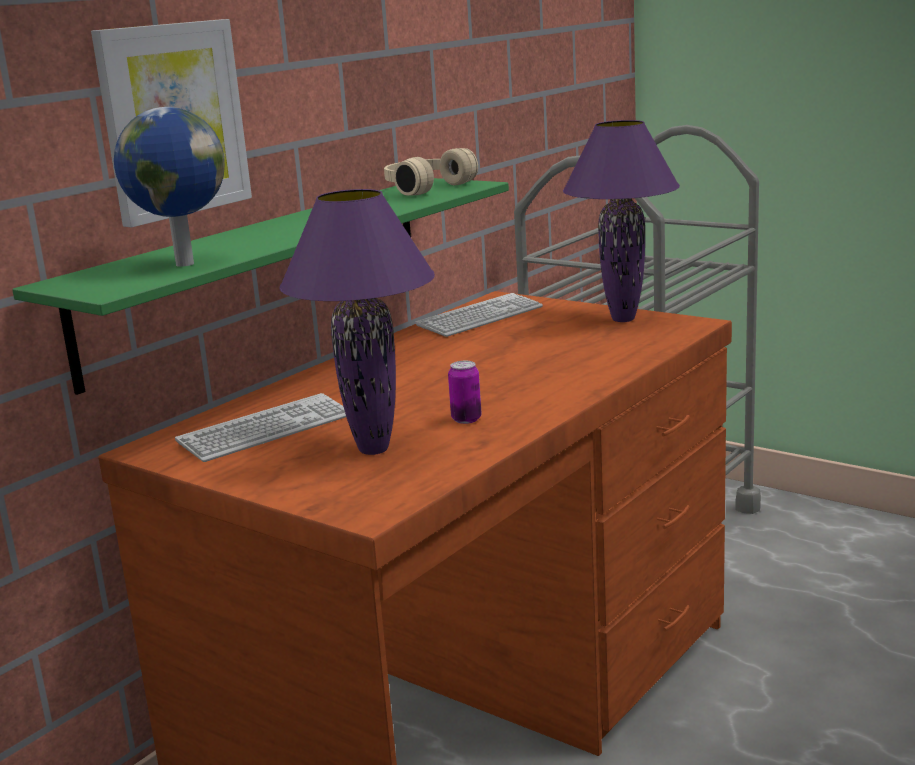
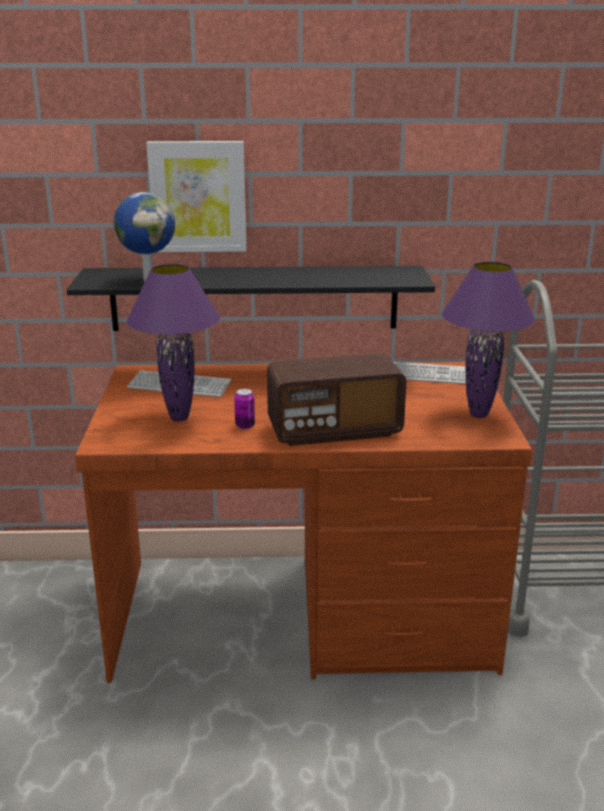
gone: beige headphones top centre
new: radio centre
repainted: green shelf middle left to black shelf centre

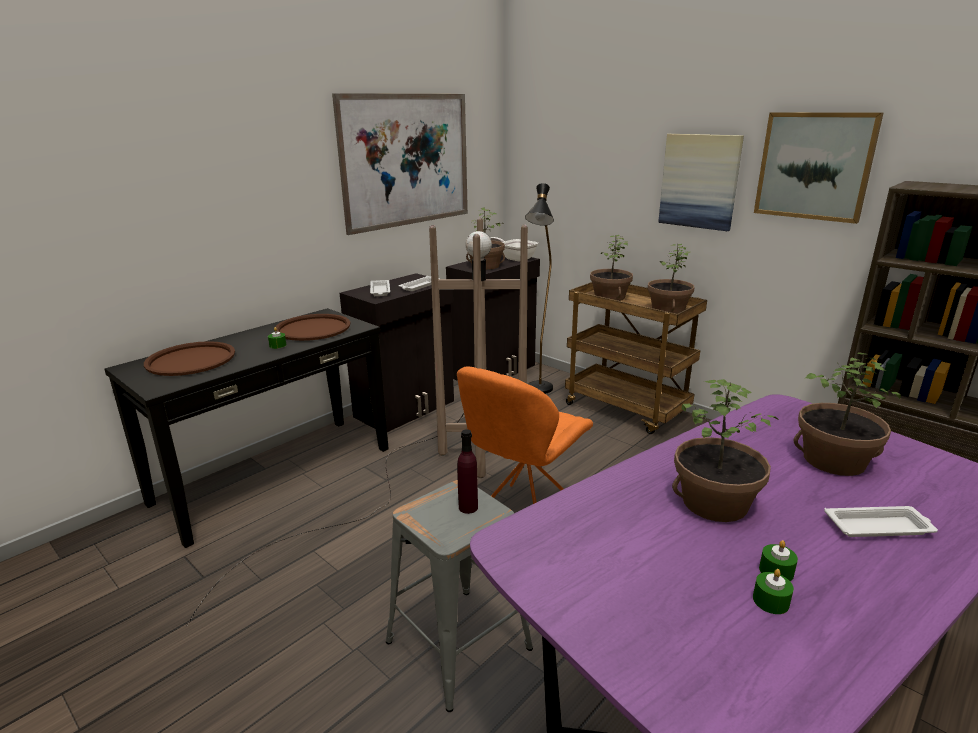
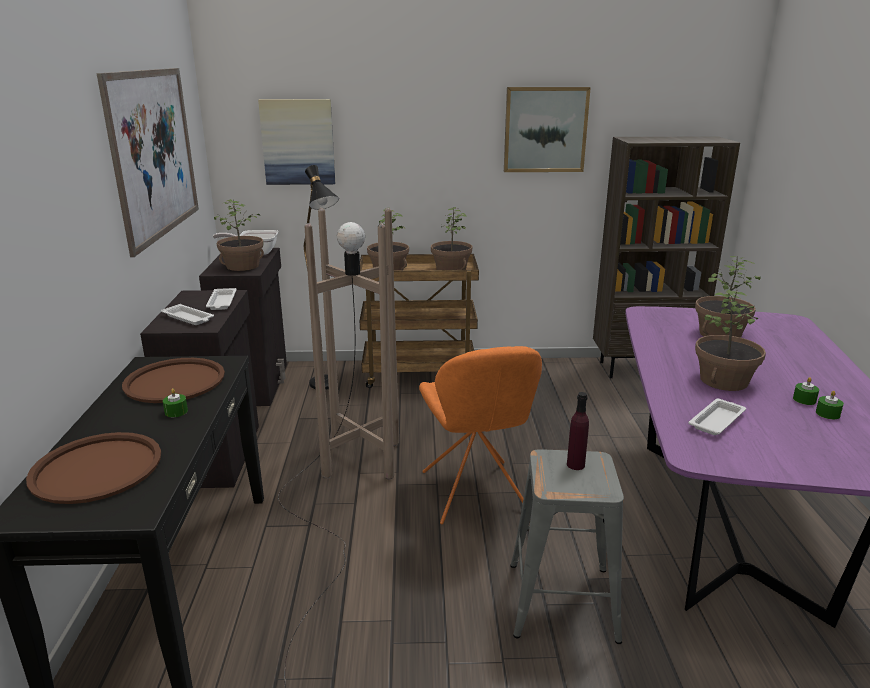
shifted: picture (no. 2 from left) top right to top centre; white tray (no. 3 from left) bottom right to middle right

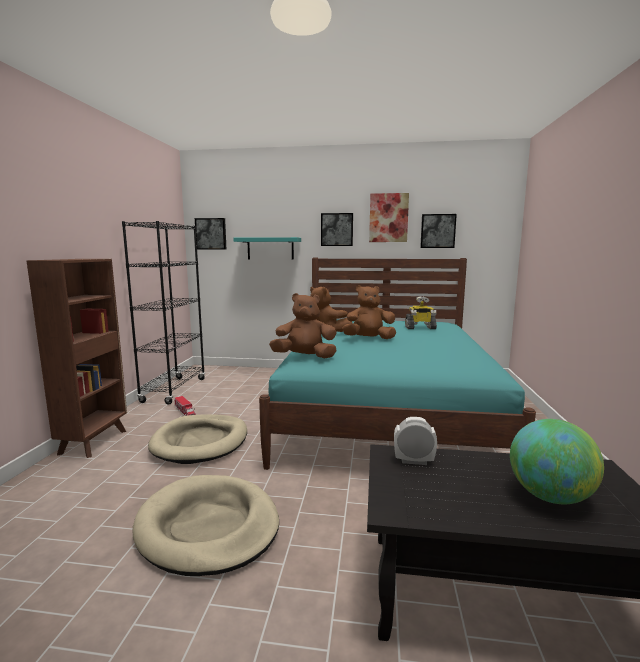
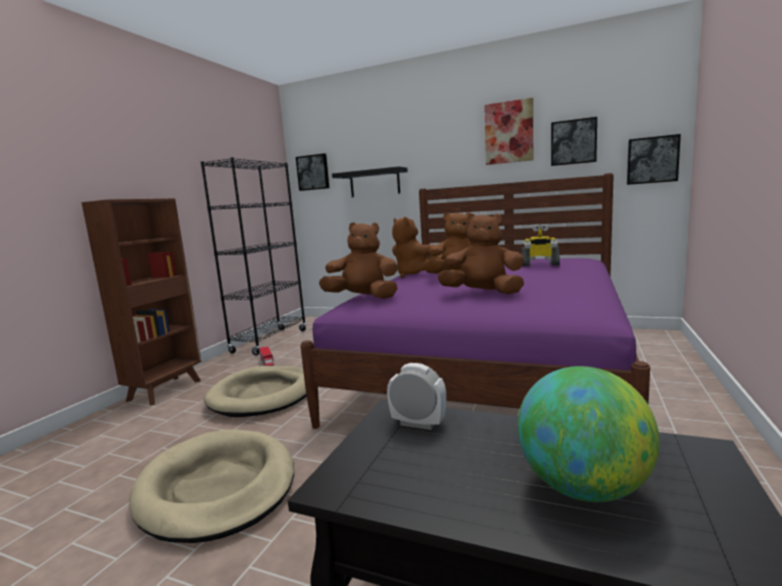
new: brown plush toy (no. 4 from left) centre
shifted: picture (no. 2 from left in the first image) centre to picture (no. 4 from left) top right
repainted: turquoise bed centre to purple bed centre; turquoise shelf centre to black shelf top centre

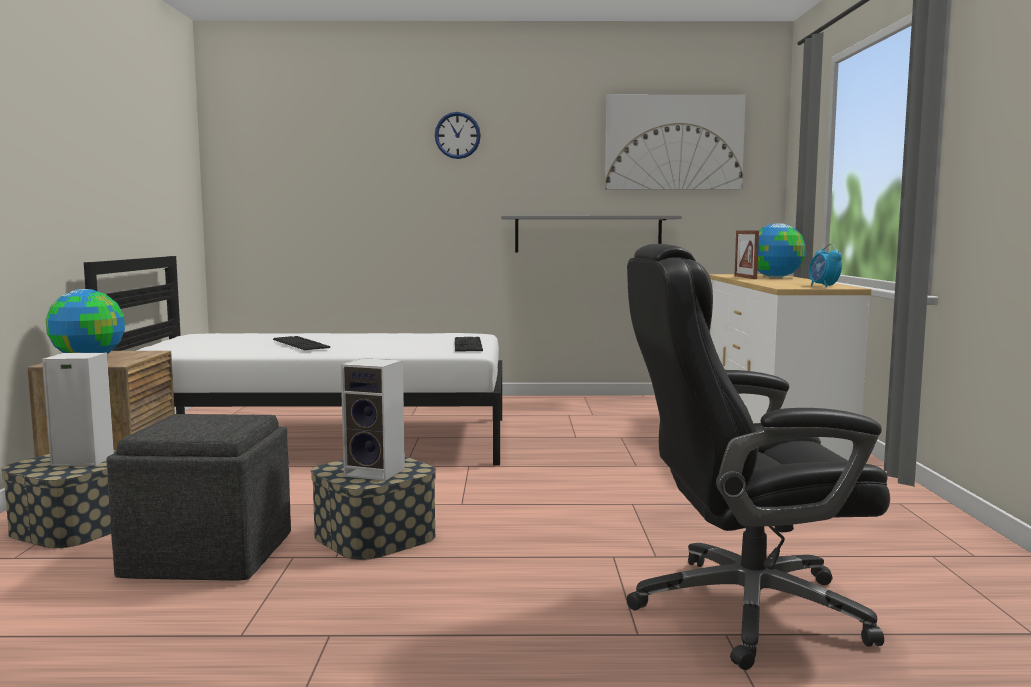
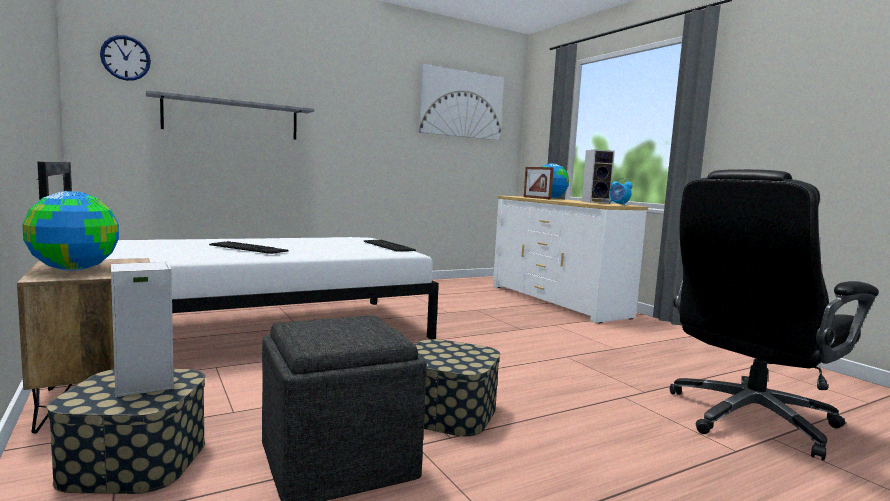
shifted: wall clock top centre to top left; grey shelf centre to top left; speaker (no. 2 from left) centre to middle right

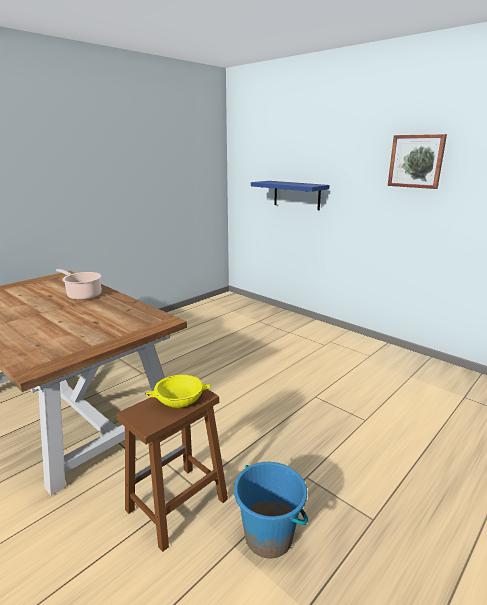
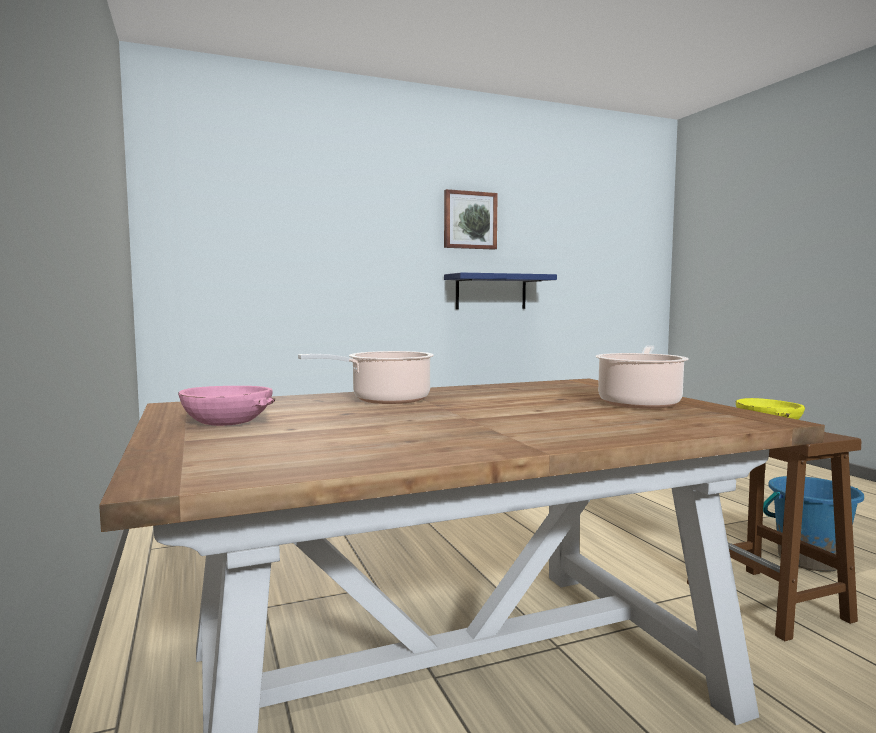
new: pink bowl middle left; cooking pot (no. 2 from left) middle right
shifted: blue shelf top centre to centre

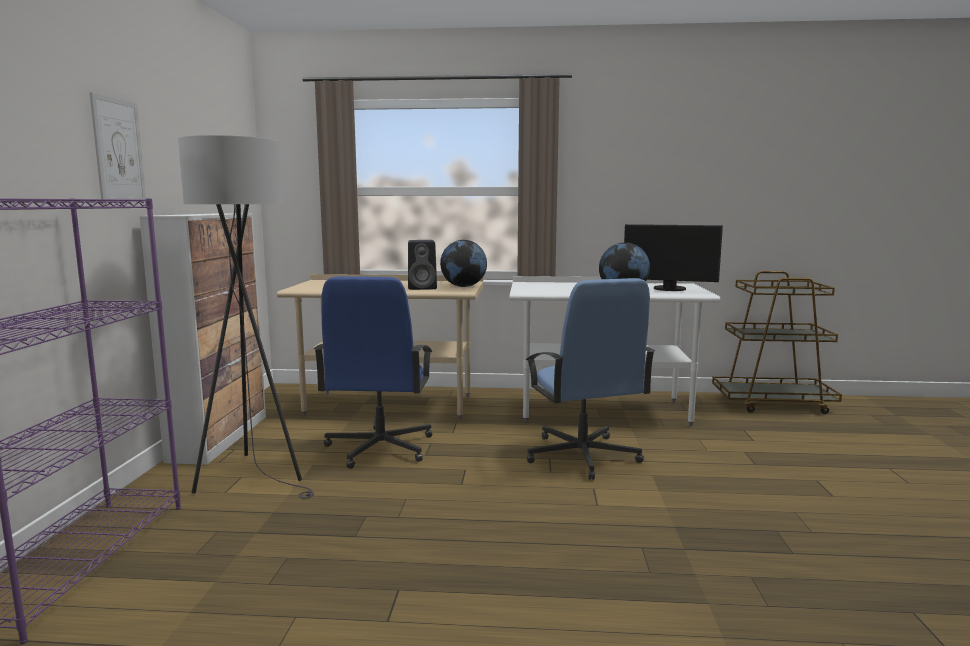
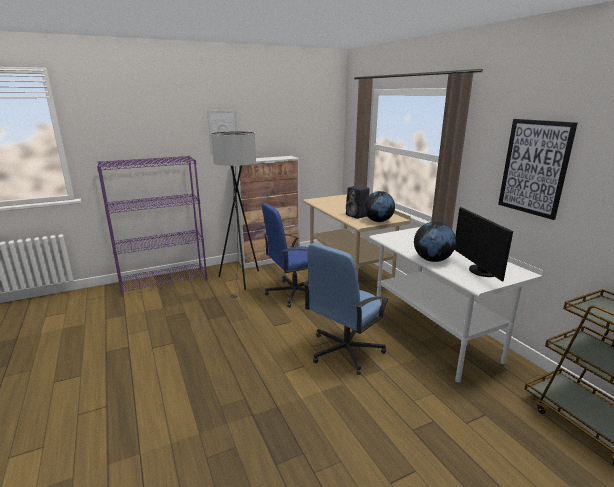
new: picture (no. 2 from left) middle right

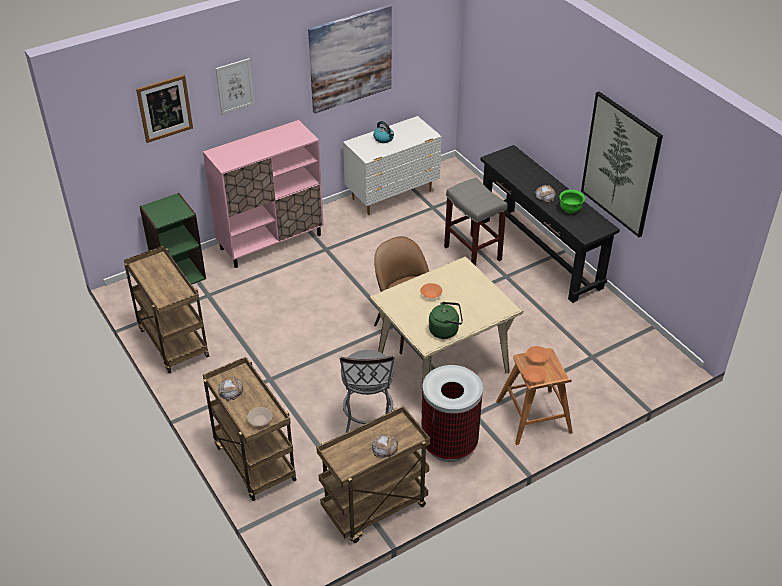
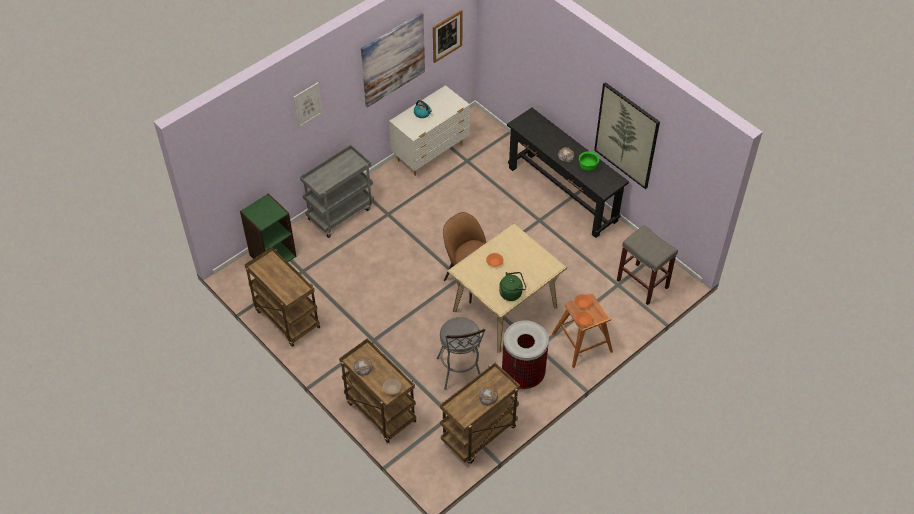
shifted: picture (no. 1 from left in the first image) top left to picture (no. 3 from left) top centre; grey stool (no. 2 from left) centre to middle right
swapped: pink cabinet top centre to grey cart centre

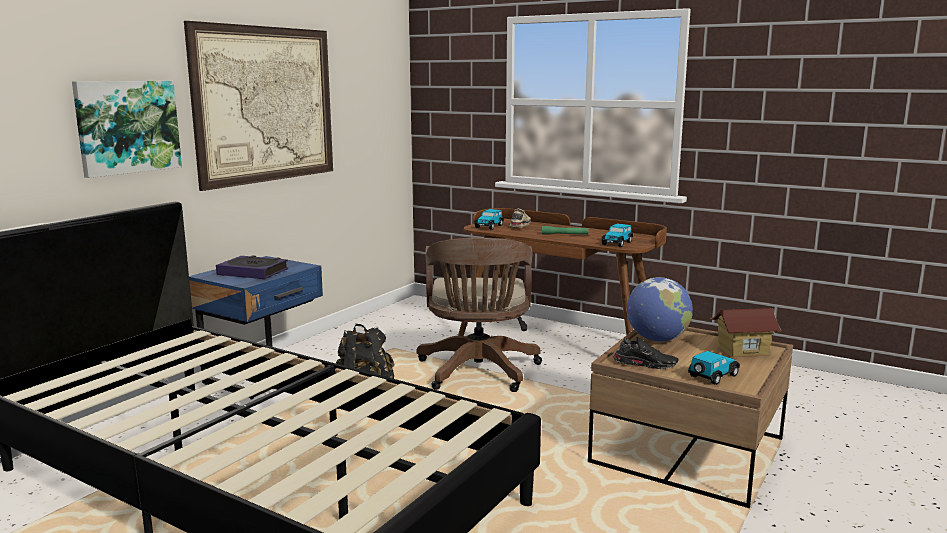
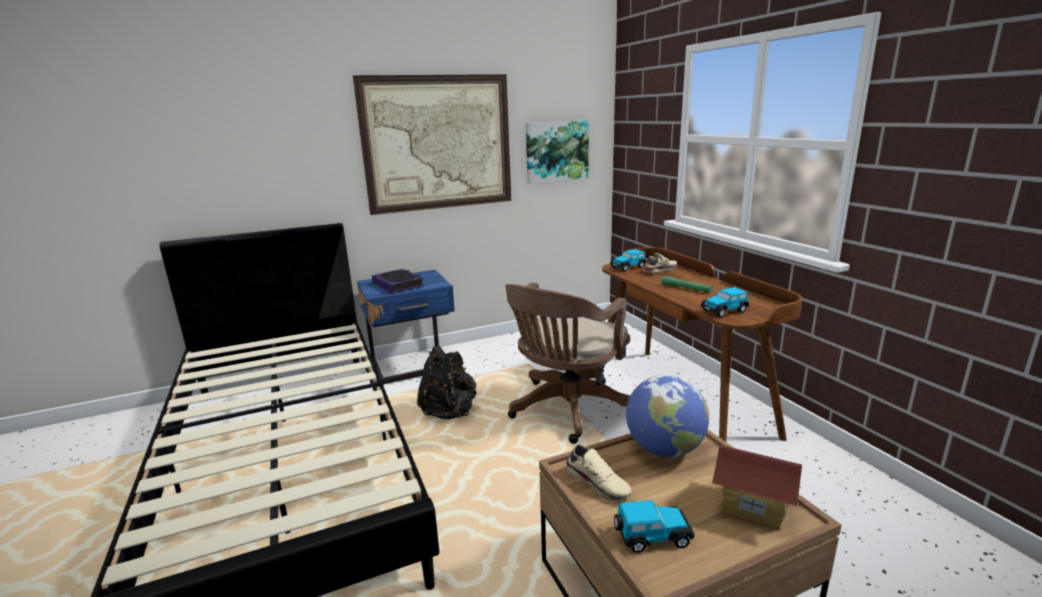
shifted: picture (no. 1 from left in the first image) top left to picture (no. 2 from left) top centre
repainted: black shoe middle right to beige shoe (no. 1 from left) bottom centre

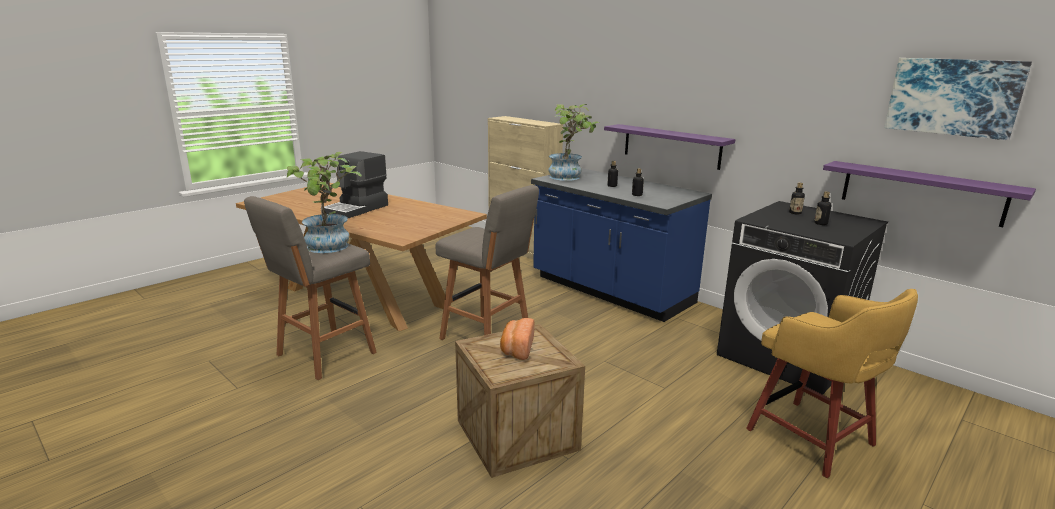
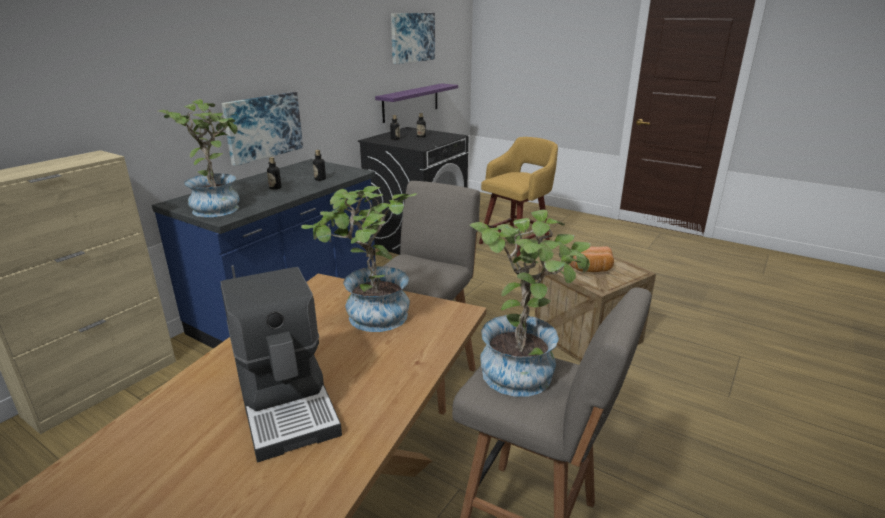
new: potted plant (no. 2 from left) centre
swapped: purple shelf (no. 1 from left) top centre to picture (no. 1 from left) top left
rotated: coffee machine centre = bottom left 45 degrees clockwise

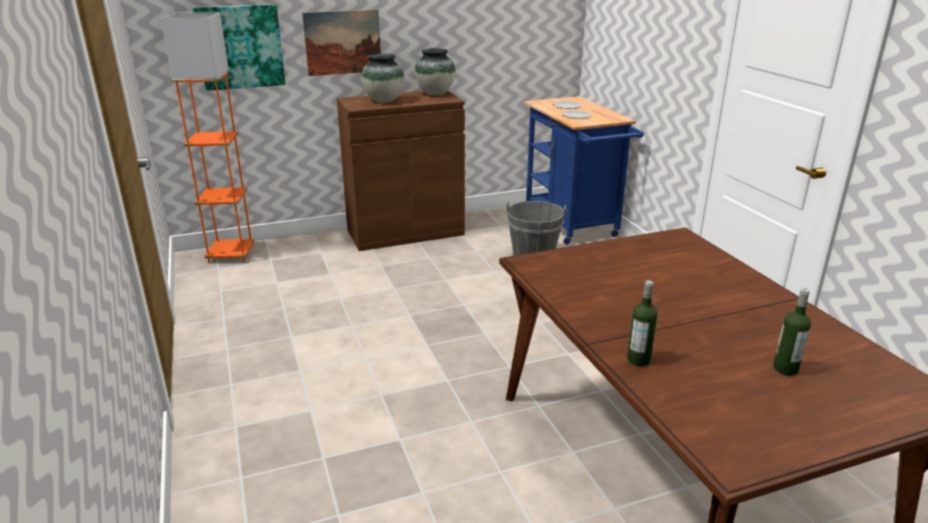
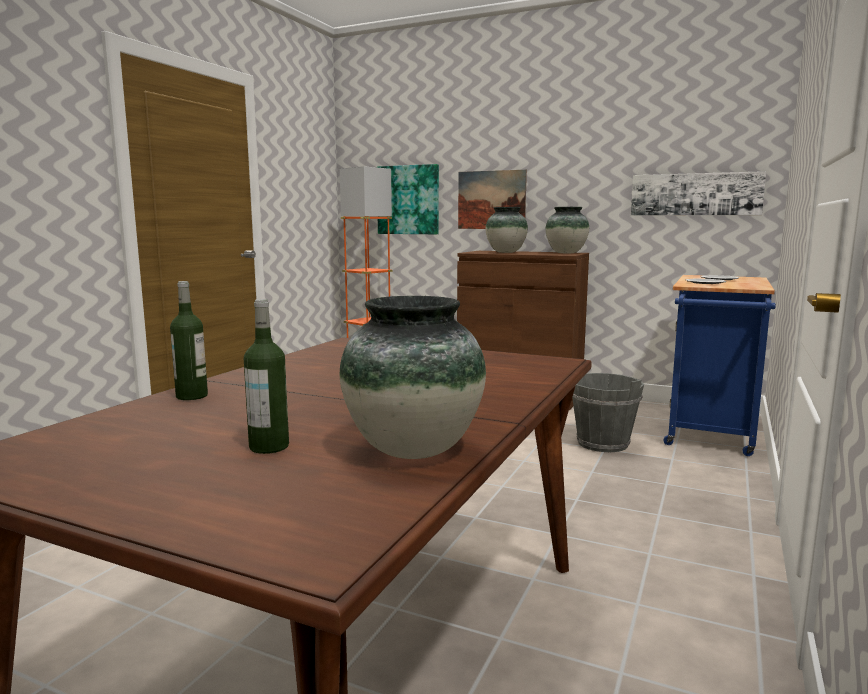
new: vase (no. 1 from left) centre; picture (no. 3 from left) top right

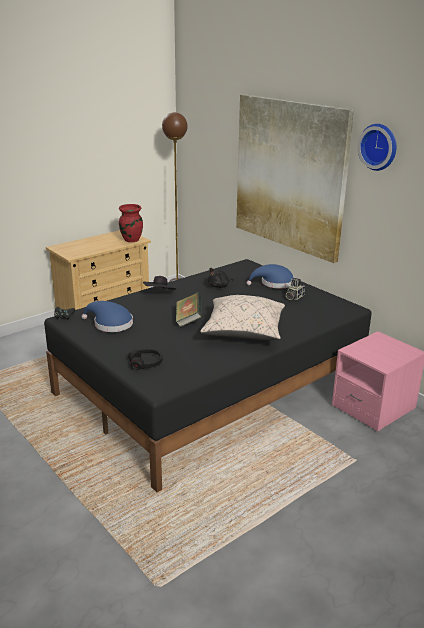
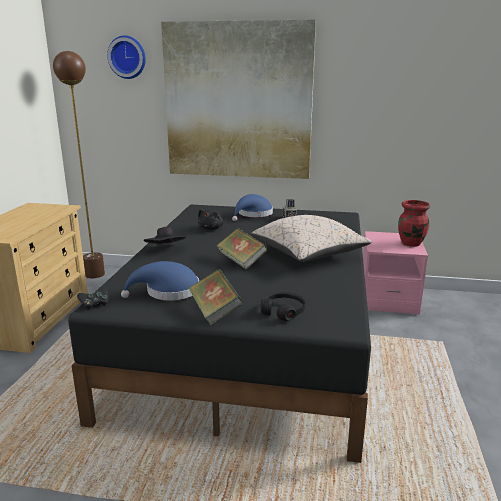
new: book (no. 1 from left) centre
shifted: wall clock top right to top left; red vase middle left to middle right

